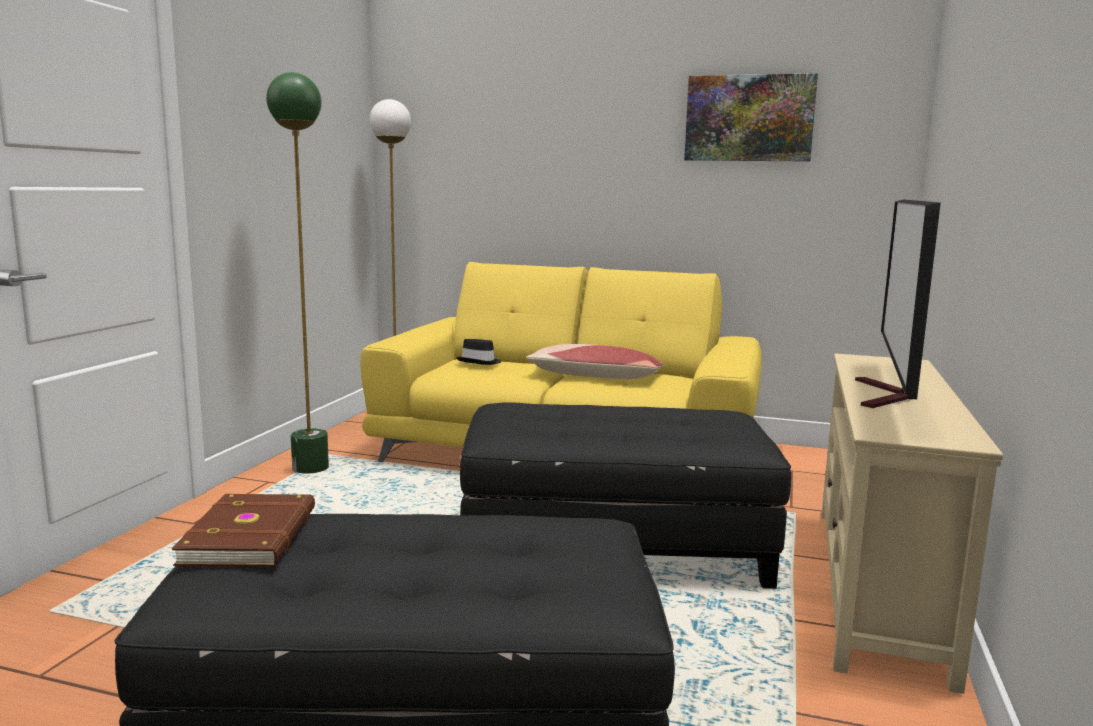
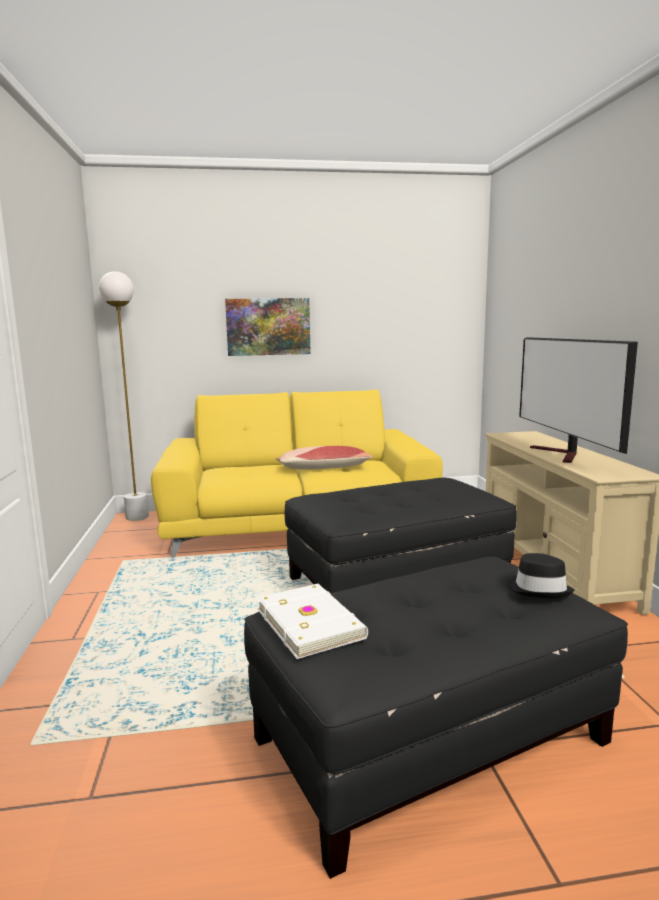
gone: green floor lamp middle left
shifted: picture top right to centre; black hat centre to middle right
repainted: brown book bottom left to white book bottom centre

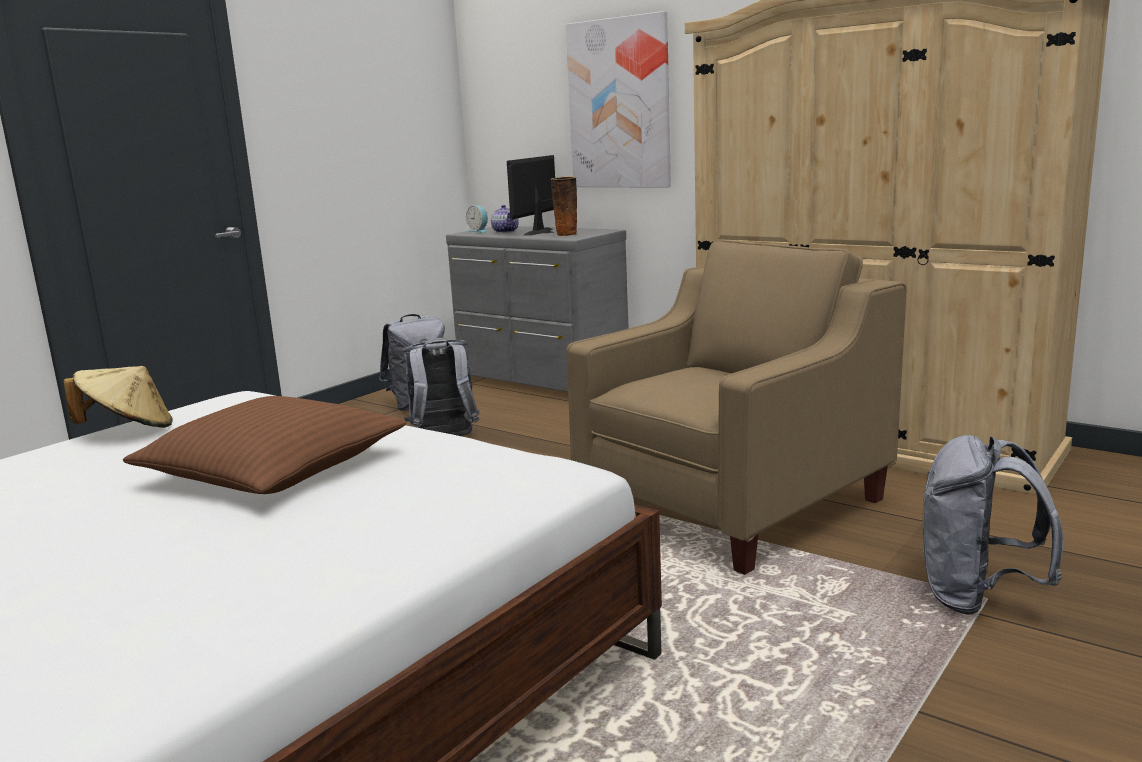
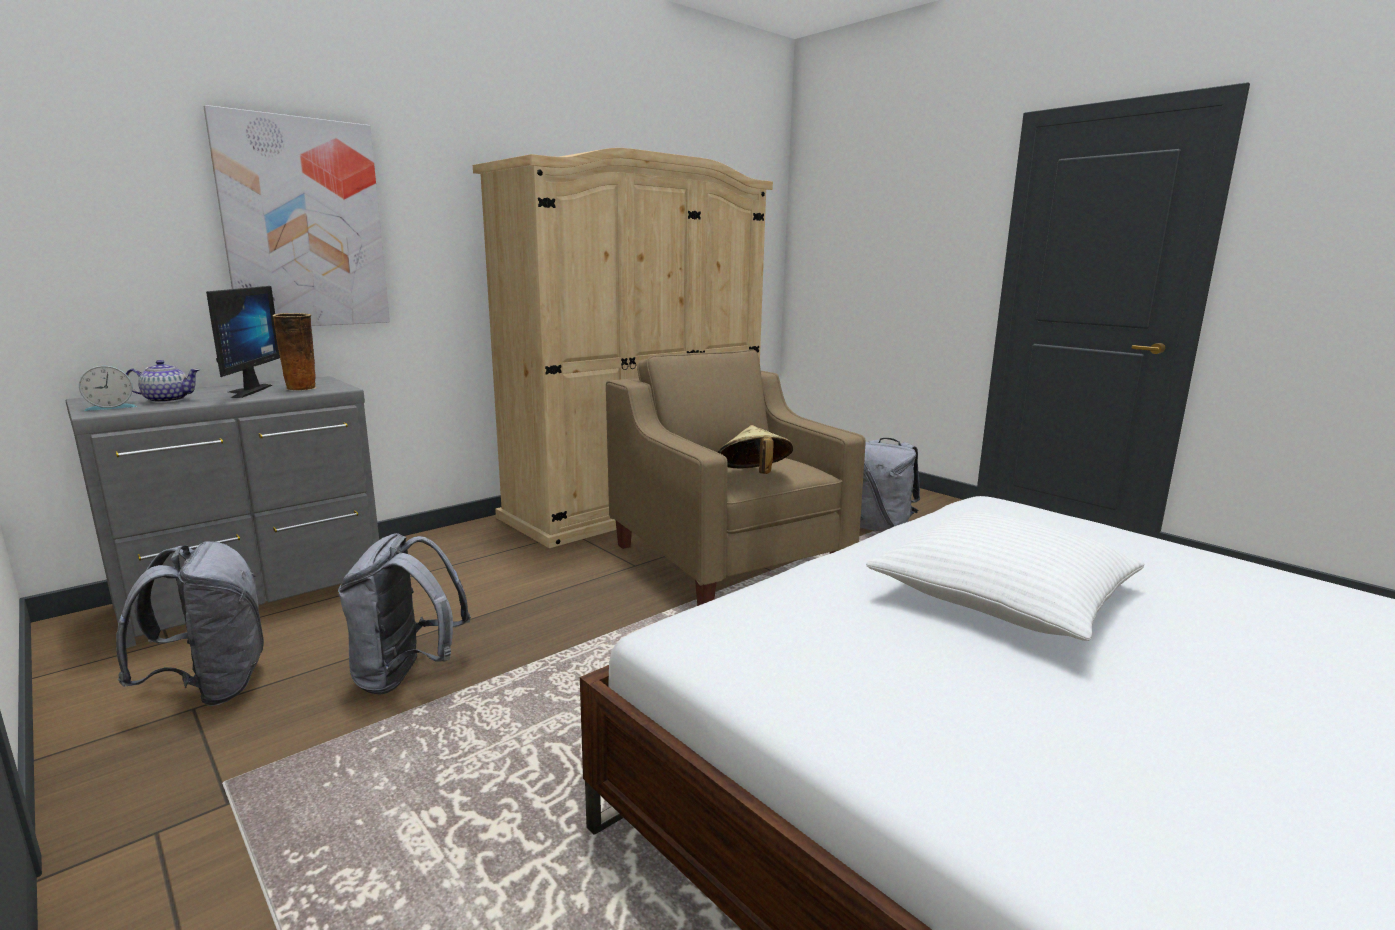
shifted: beige hat middle left to centre
repainted: brown pillow middle left to white pillow middle right
rotated: monitor top centre = middle left 135 degrees counterclockwise

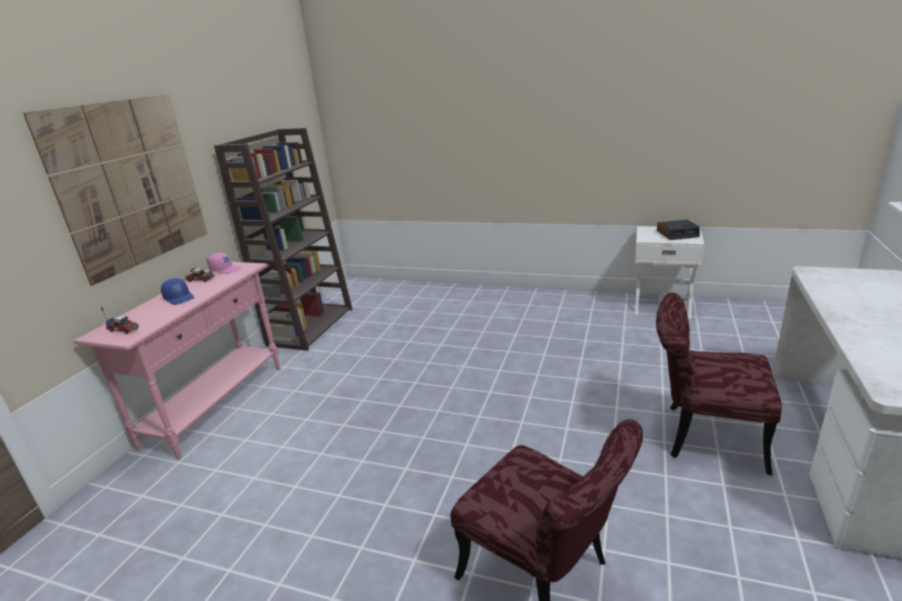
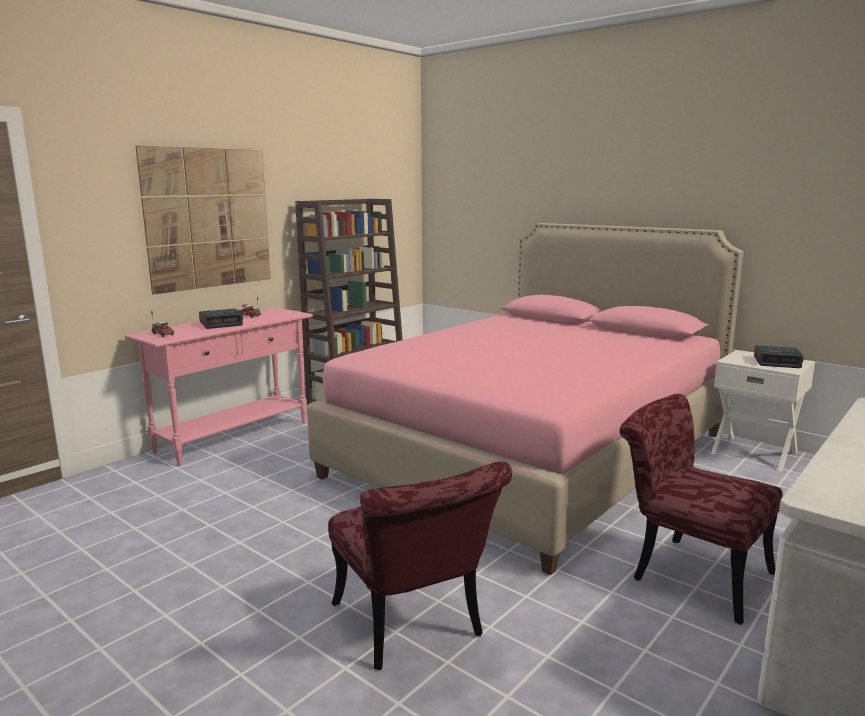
gone: pink cap middle left
new: pink bed centre
swapped: blue cap middle left to alarm clock (no. 1 from left) middle left

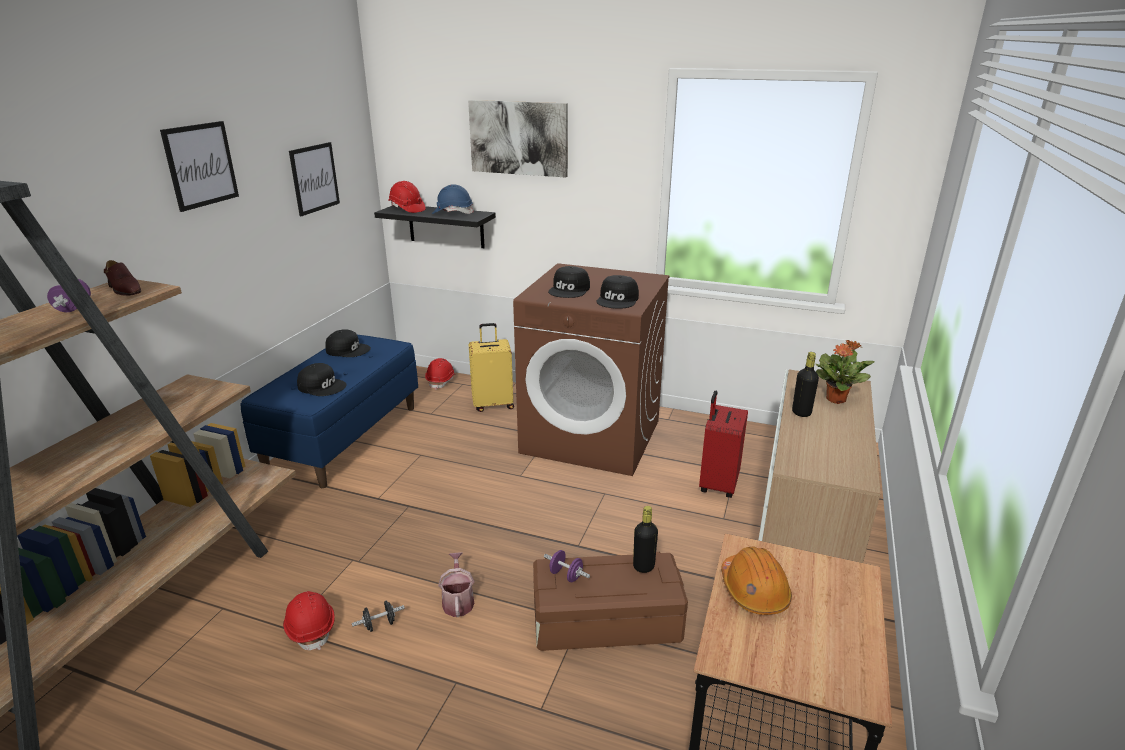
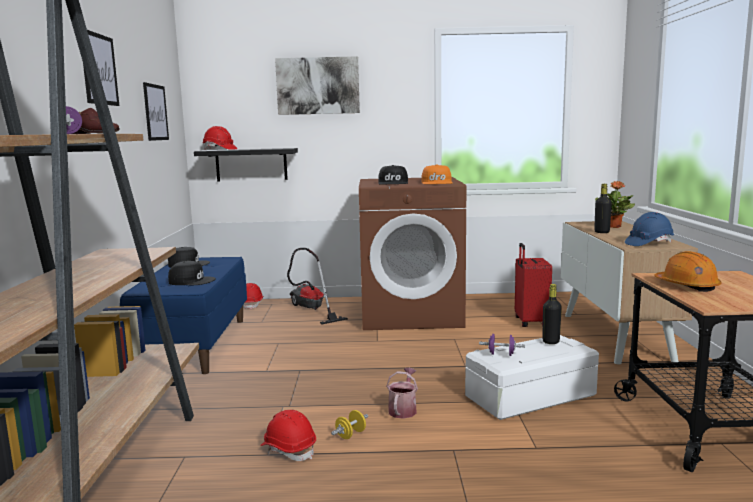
shifted: blue hard hat top centre to middle right
swapped: yellow suitcase centre to vacuum cleaner centre
repainted: black dumbbell bottom centre to yellow dumbbell bottom centre; black cap (no. 4 from left) centre to orange cap centre; brown storage box bottom centre to white storage box bottom right
rotated: watering can bottom centre = bottom centre 45 degrees clockwise

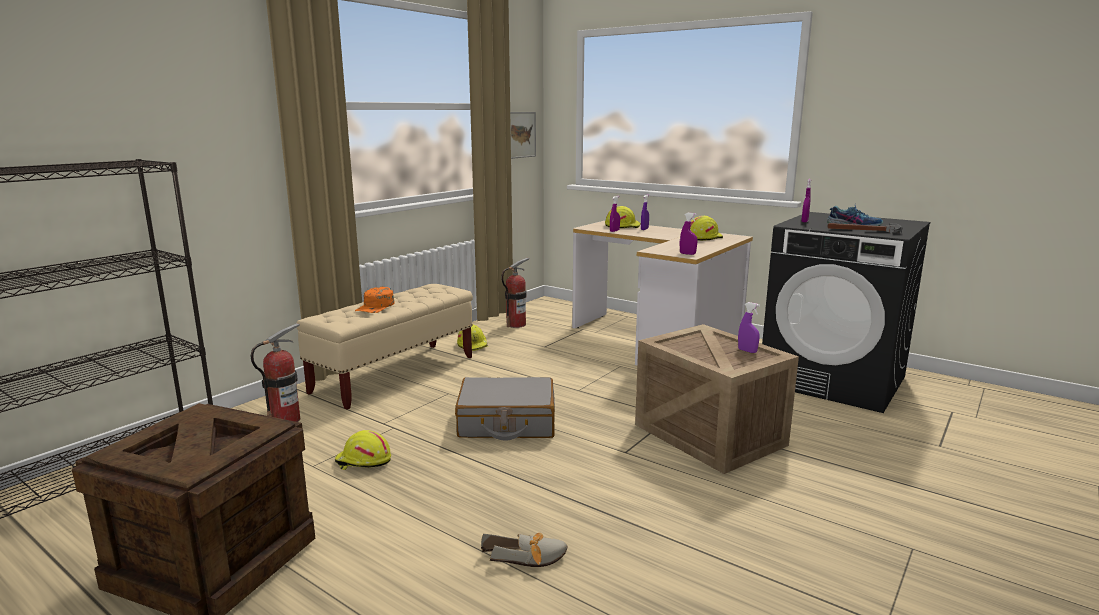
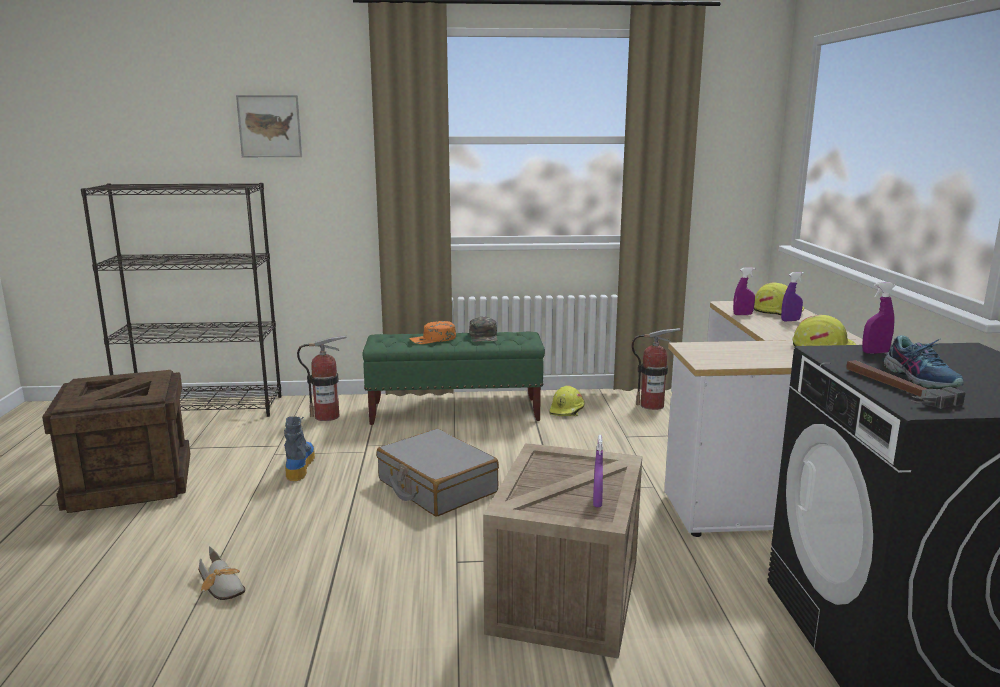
gone: purple spray bottle (no. 3 from left) centre
new: green cap centre
shifted: picture top centre to top left
swapped: yellow hard hat (no. 1 from left) bottom left to boot middle left
repainted: beige bench centre to green bench centre

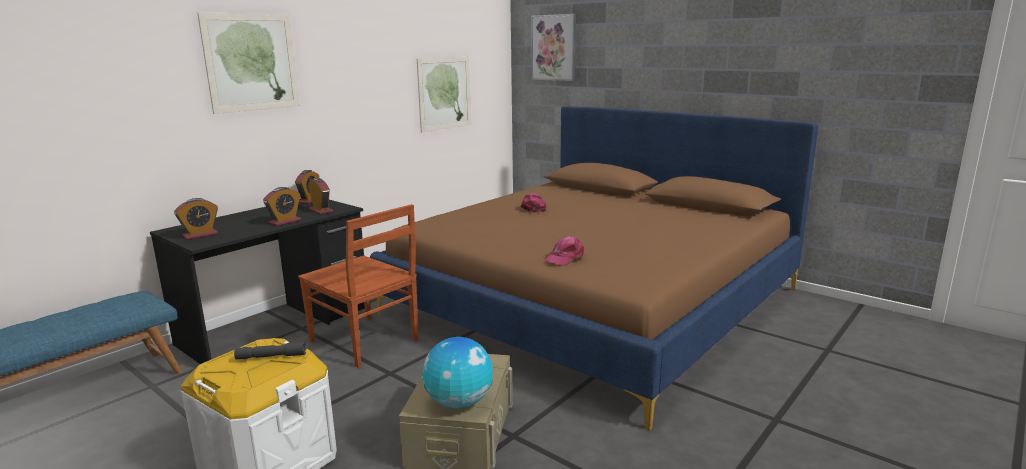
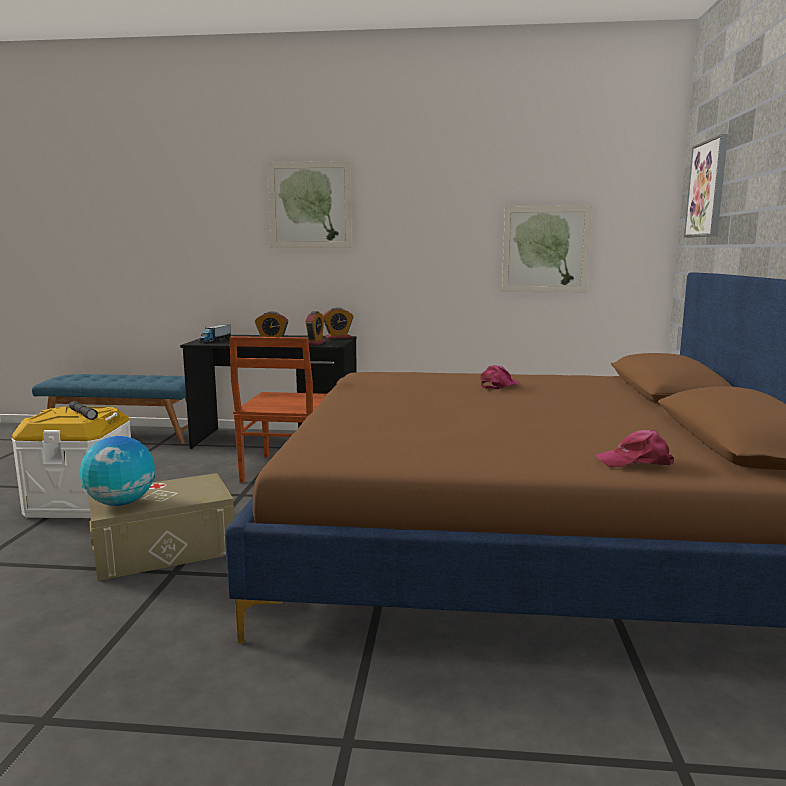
shifted: pink cap (no. 2 from left) centre to middle right
swapped: alarm clock (no. 1 from left) middle left to toy truck middle left

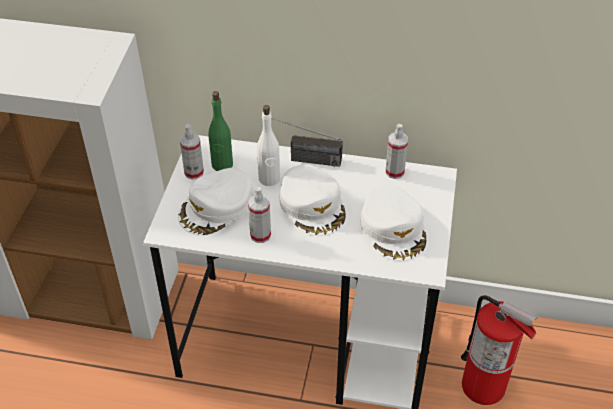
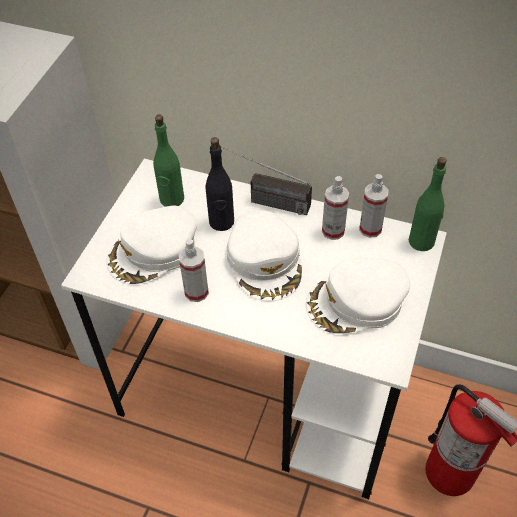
new: green bottle (no. 2 from left) middle right
shifted: spray bottle (no. 1 from left in the first image) middle left to spray bottle (no. 2 from left) centre
repainted: white bottle centre to black bottle centre
rotated: white cap (no. 3 from left) centre = middle right 75 degrees clockwise

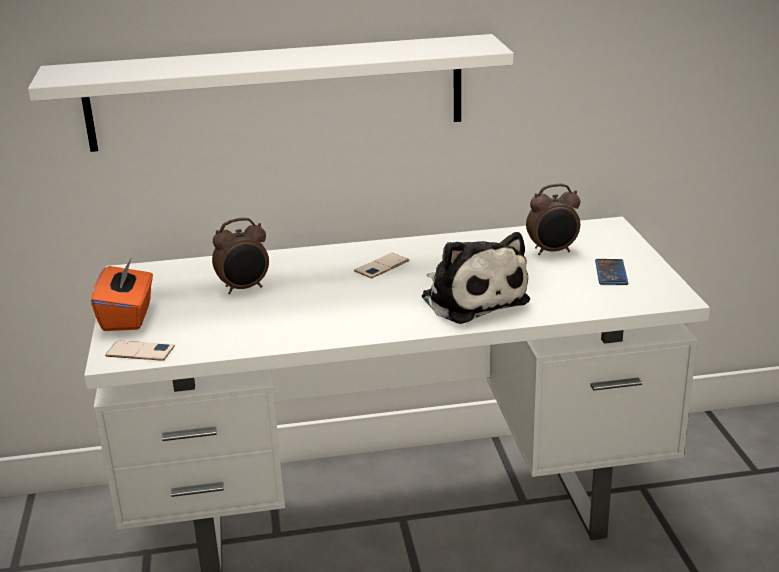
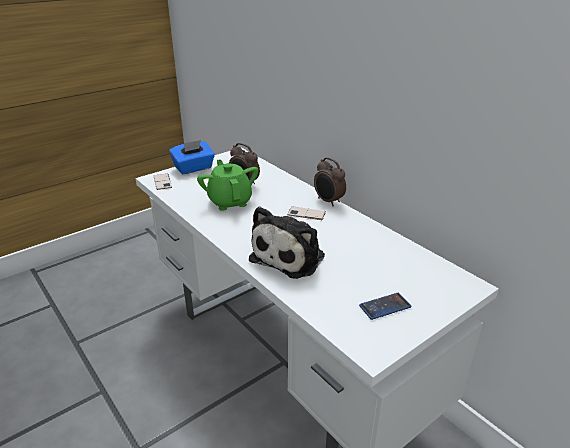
gone: white shelf top centre
new: green teapot centre
shifted: alarm clock (no. 2 from left) middle right to centre
repainted: orange tissue box middle left to blue tissue box centre

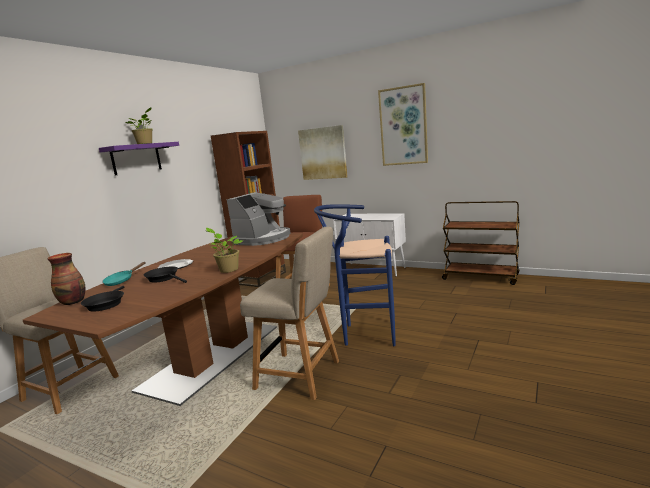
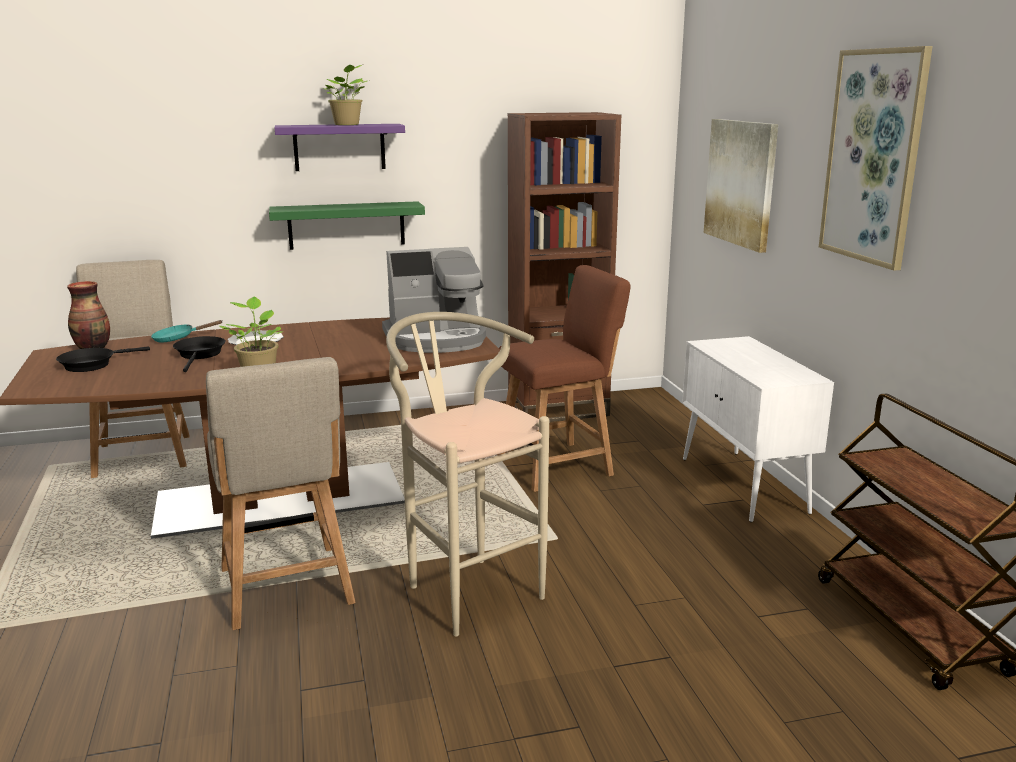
new: green shelf top centre
repainted: blue stool centre to beige stool centre

